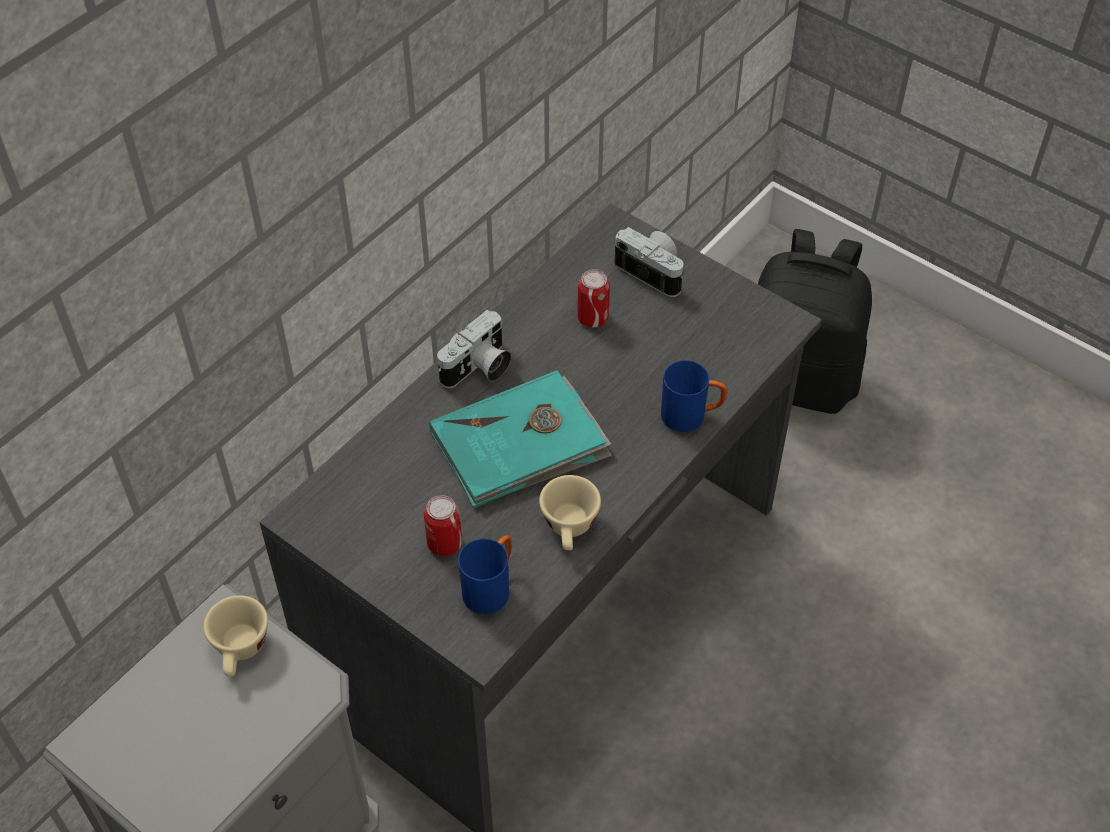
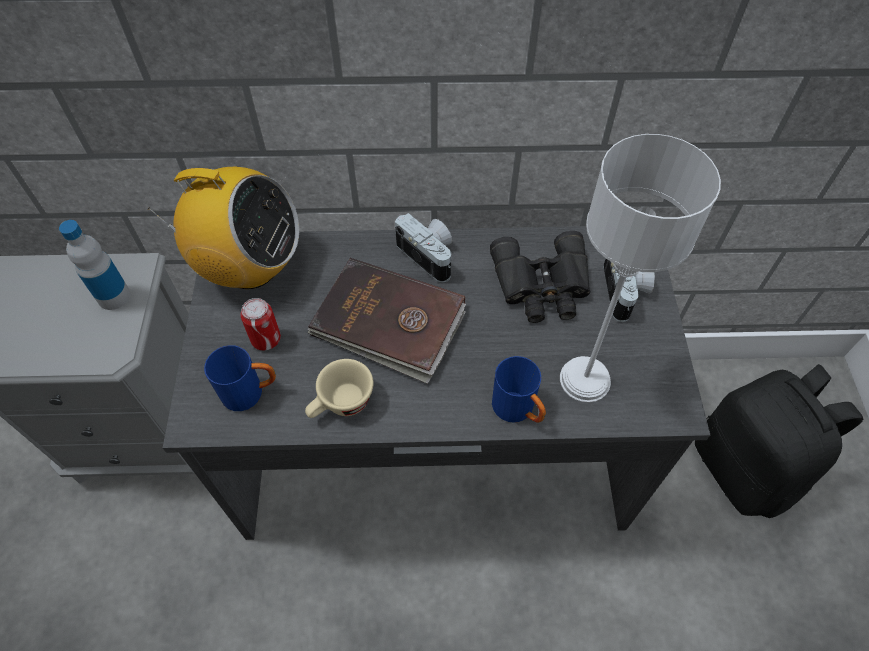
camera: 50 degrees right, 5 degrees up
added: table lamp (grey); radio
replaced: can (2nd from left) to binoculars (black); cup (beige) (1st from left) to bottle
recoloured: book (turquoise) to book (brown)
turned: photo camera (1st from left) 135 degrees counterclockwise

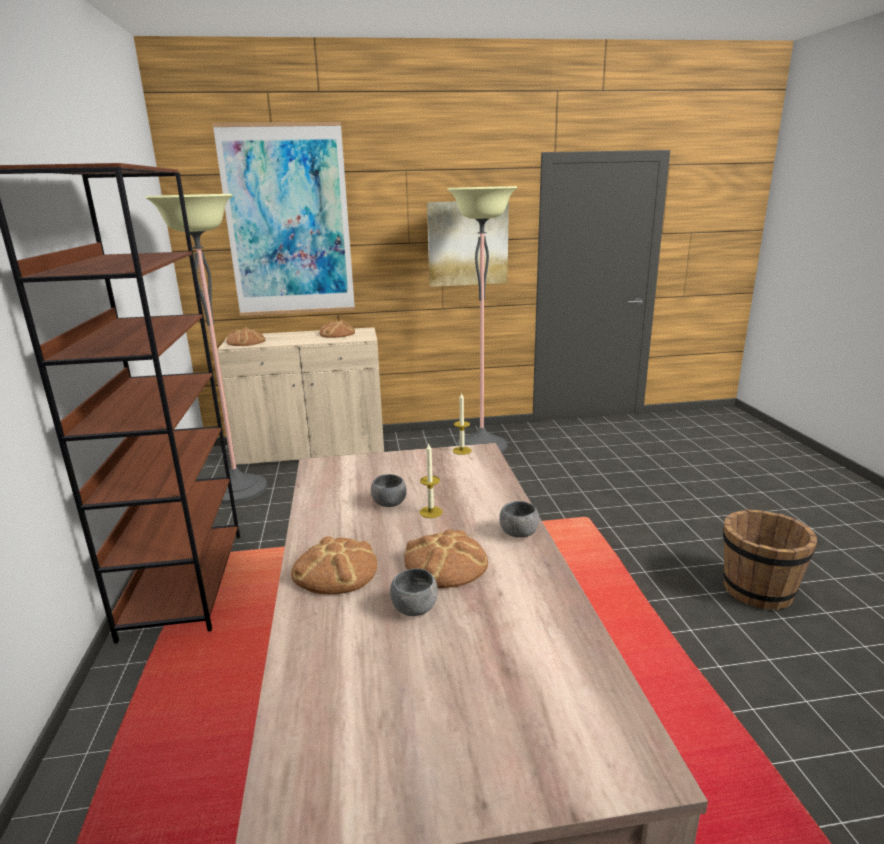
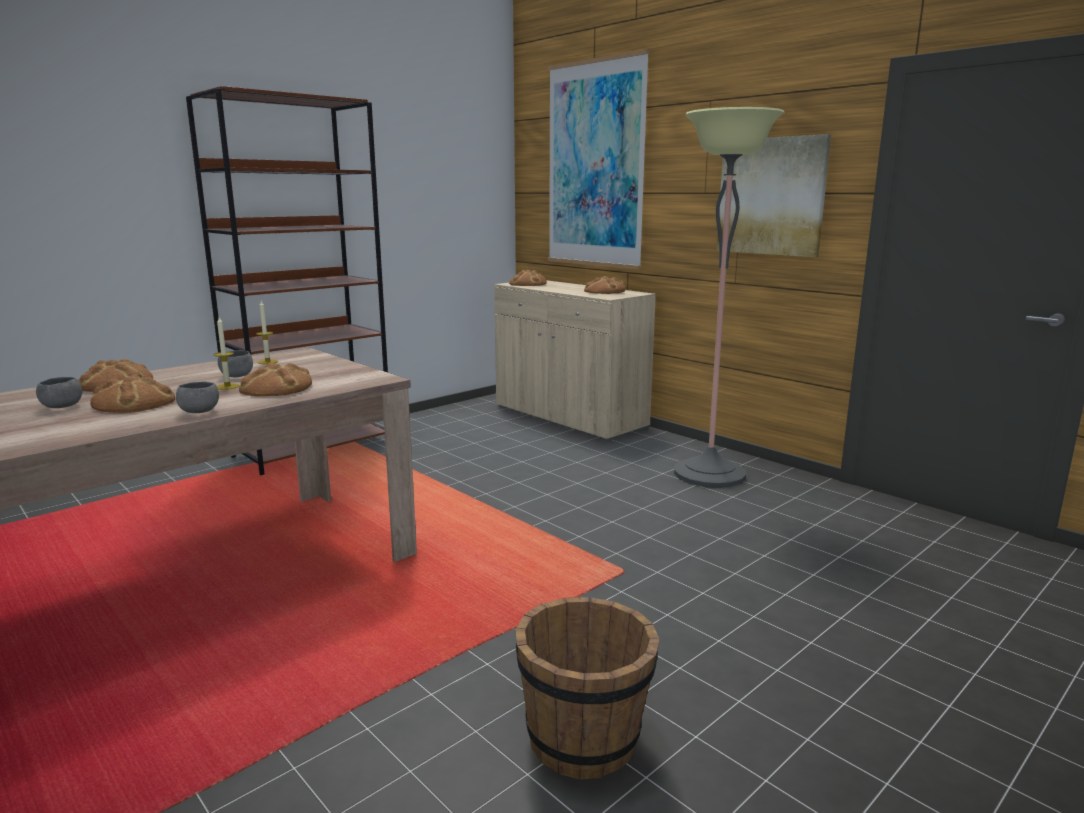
camera: 55 degrees right, 5 degrees down
removed: floor lamp (1st from left)
added: bread (3rd from left)
moved: candle (2nd from left)

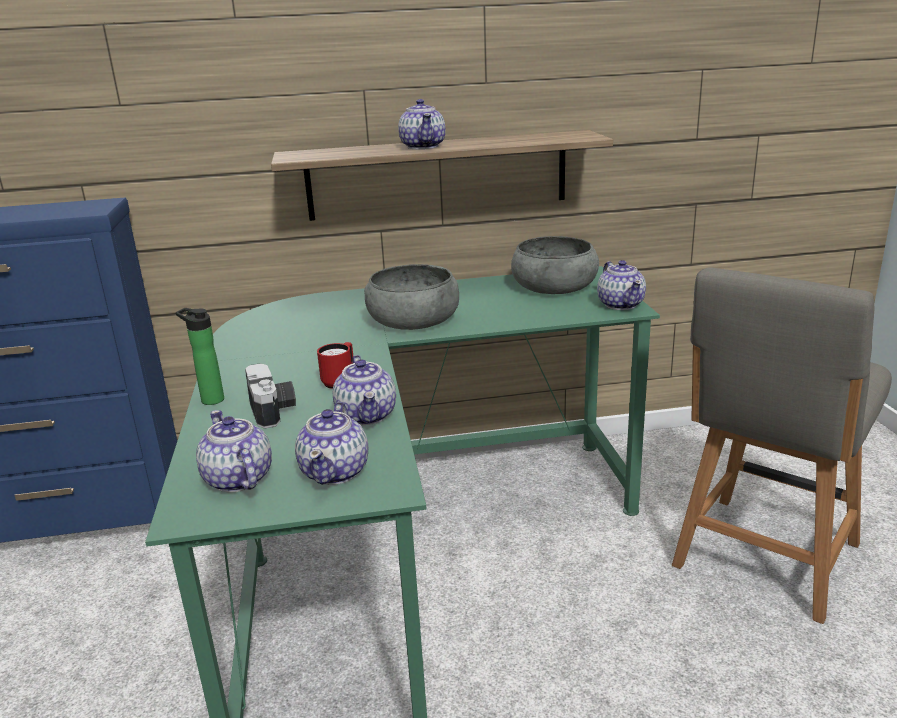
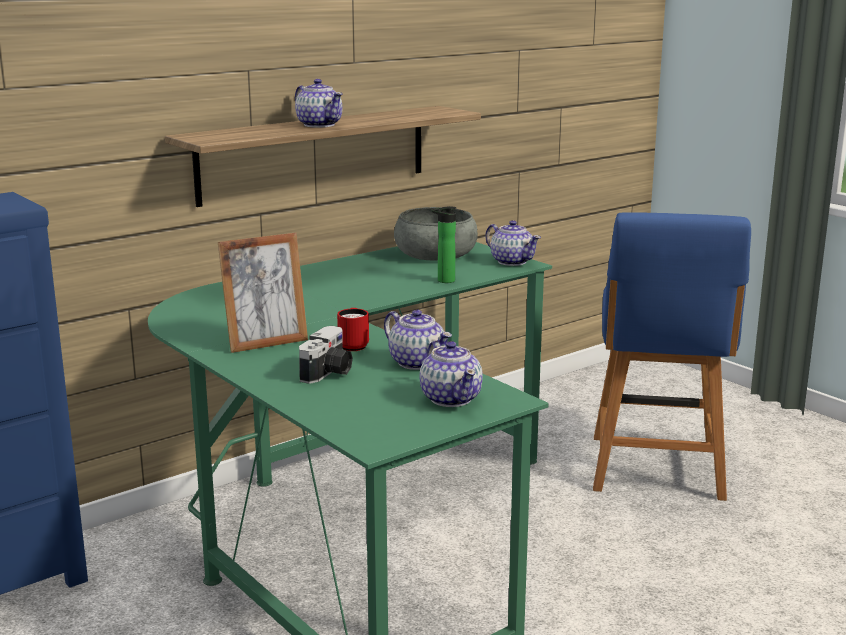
camera: 30 degrees left, 5 degrees down
removed: bowl (grey) (1st from left); teapot (1st from left)
added: picture frame
moved: bottle
recoloured: chair (grey) to chair (blue)
turned: photo camera 75 degrees clockwise

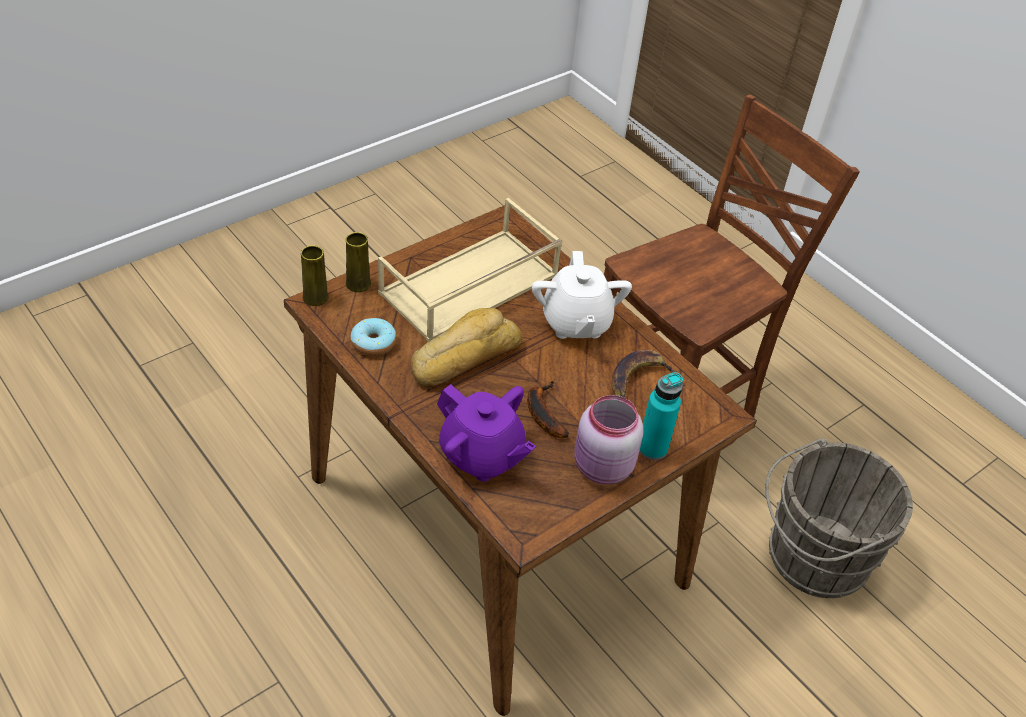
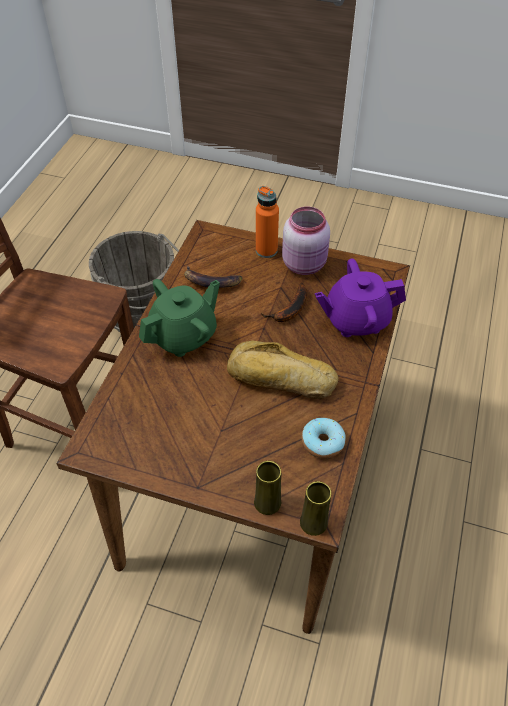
camera: 120 degrees left, 5 degrees up
removed: tray (beige)
recoloured: teapot (white) to teapot (green); bottle (turquoise) to bottle (orange)
turned: teapot (purple) 105 degrees counterclockwise

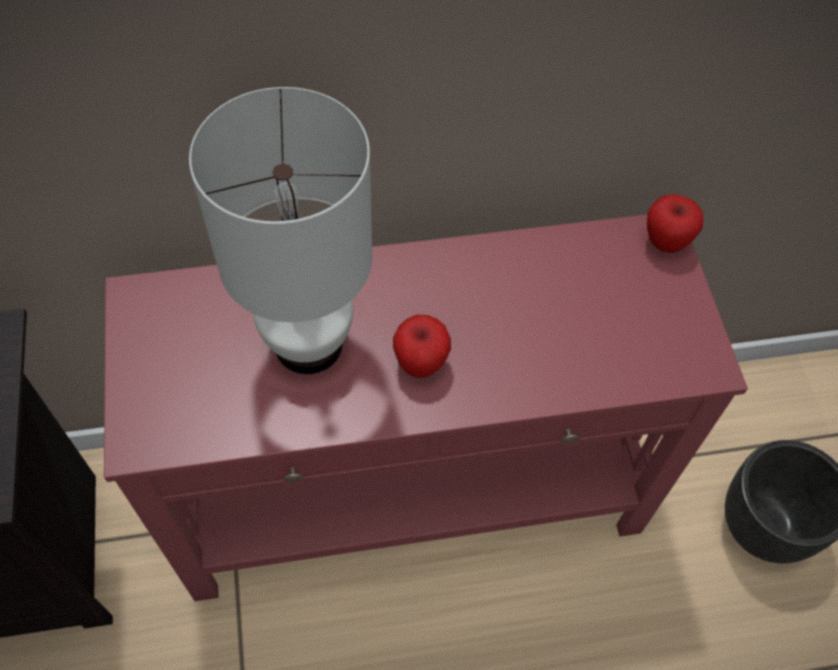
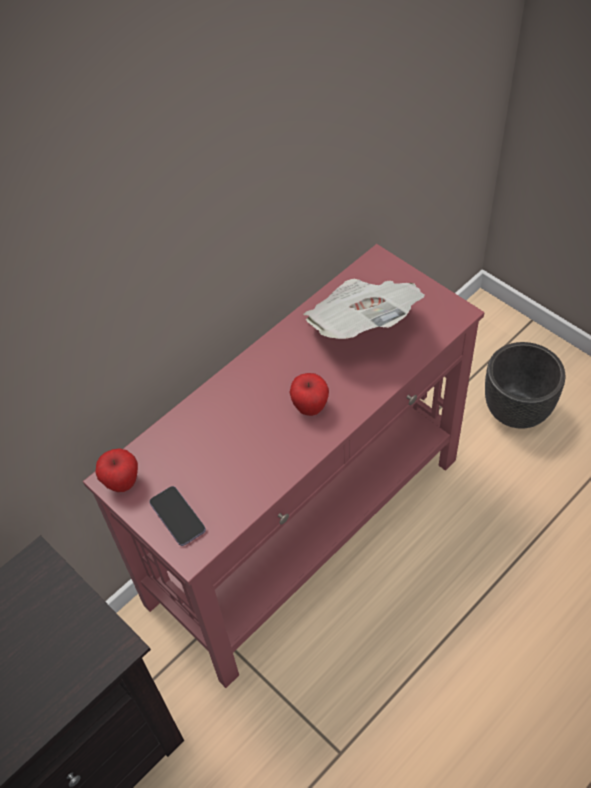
camera: 30 degrees left, 5 degrees down
removed: table lamp (white)
added: newspaper; phone
moved: apple (2nd from left in the first image) to apple (1st from left)

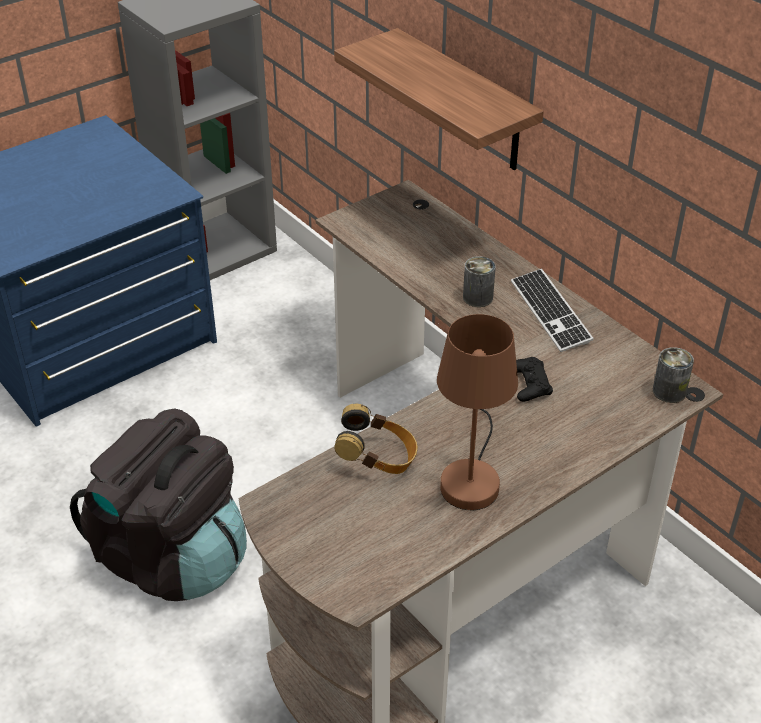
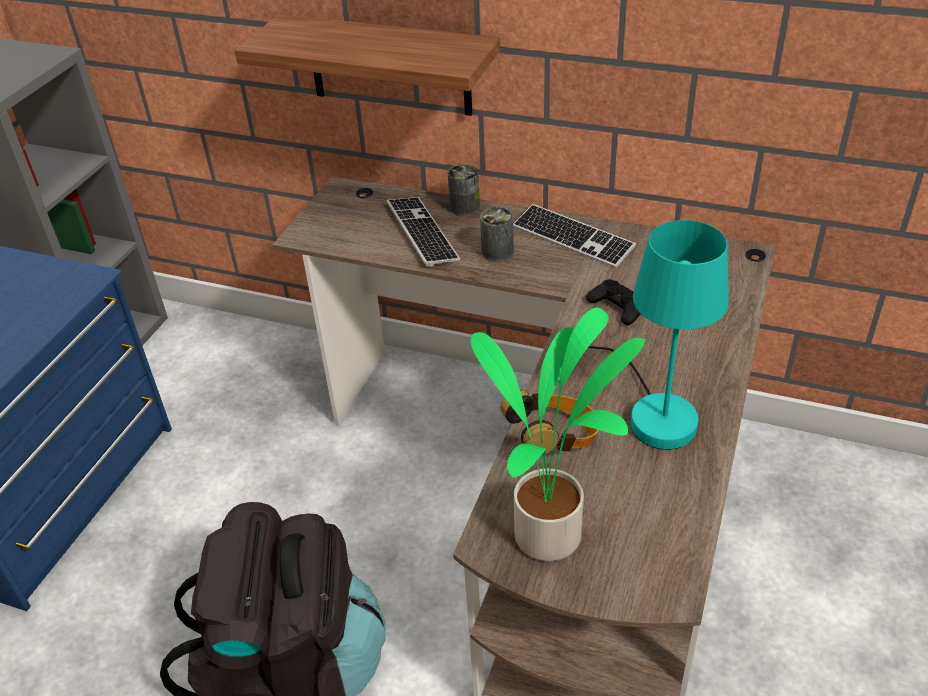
camera: 30 degrees left, 0 degrees up
added: keyboard (1st from left); potted plant
moved: can (2nd from left in the first image) to can (1st from left)
recoloured: table lamp (brown) to table lamp (turquoise)

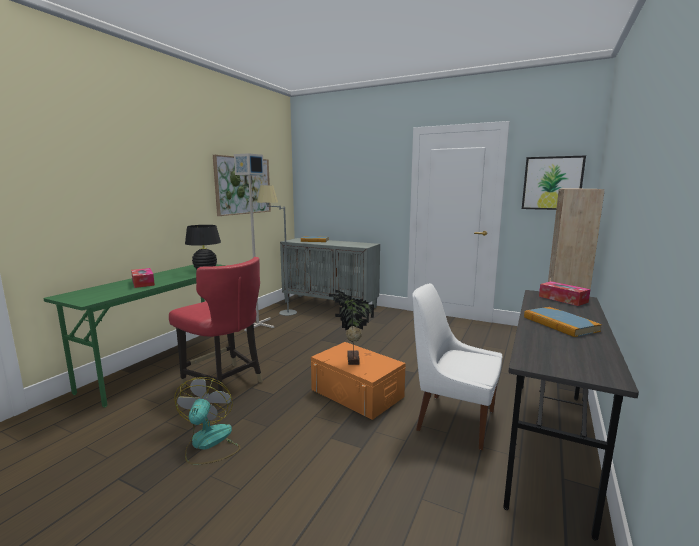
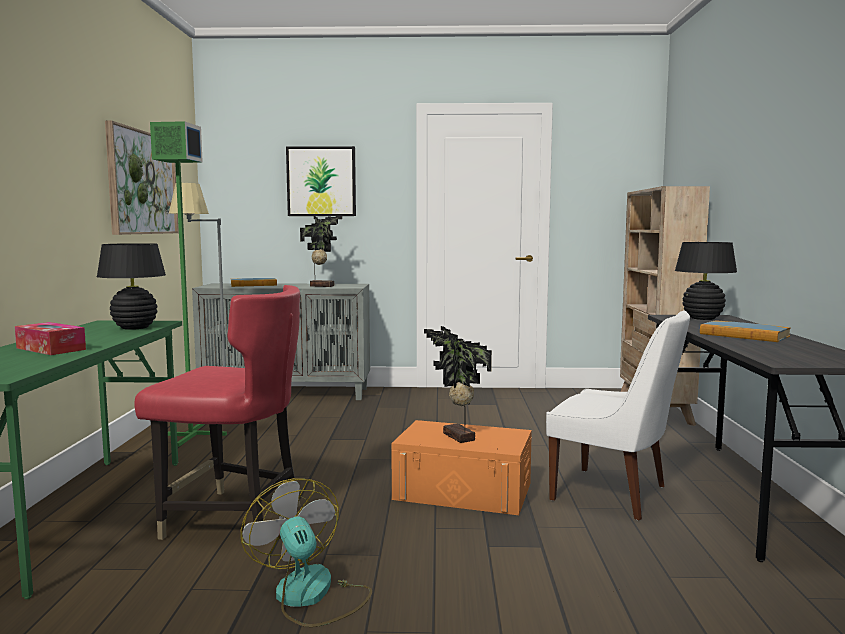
camera: 25 degrees left, 5 degrees down
added: potted plant (1st from left)
moved: picture (2nd from left)
replaced: tissue box (2nd from left) to table lamp (black) (2nd from left)
recoloured: floor lamp (grey) (1st from left) to floor lamp (green)
turned: chair (white) 150 degrees counterclockwise

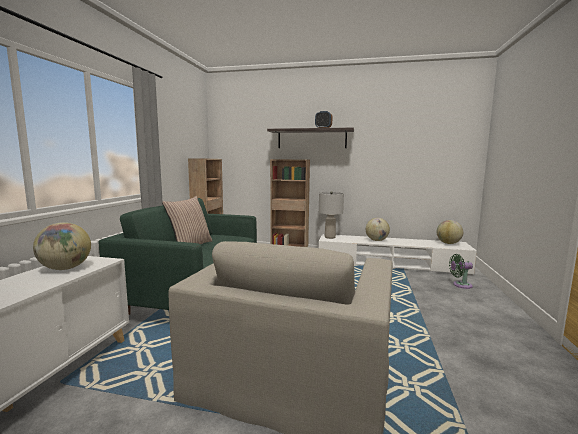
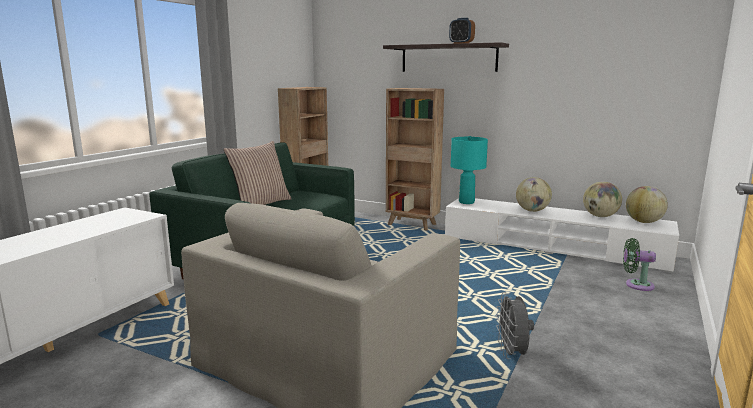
camera: 15 degrees right, 5 degrees up
added: fan (grey)
moved: globe (1st from left in the first image) to globe (2nd from left)
recoloured: table lamp (grey) to table lamp (turquoise)

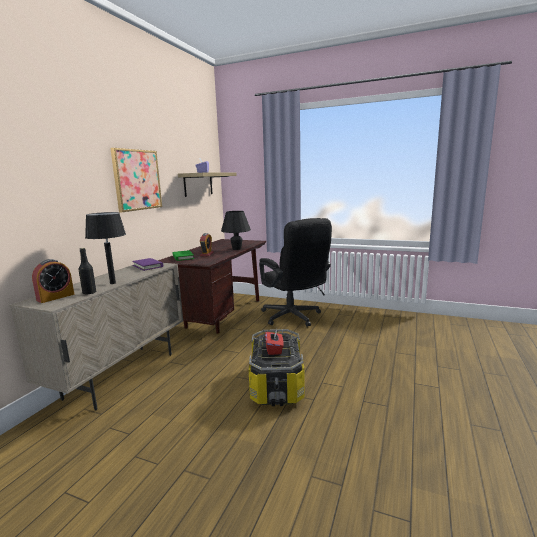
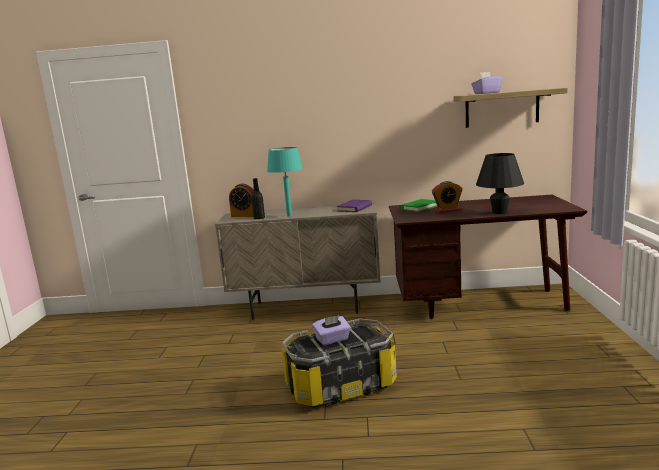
camera: 70 degrees right, 0 degrees up
removed: picture; office chair (black)
recoloured: table lamp (black) (1st from left) to table lamp (turquoise); tissue box (red) to tissue box (purple) (1st from left)

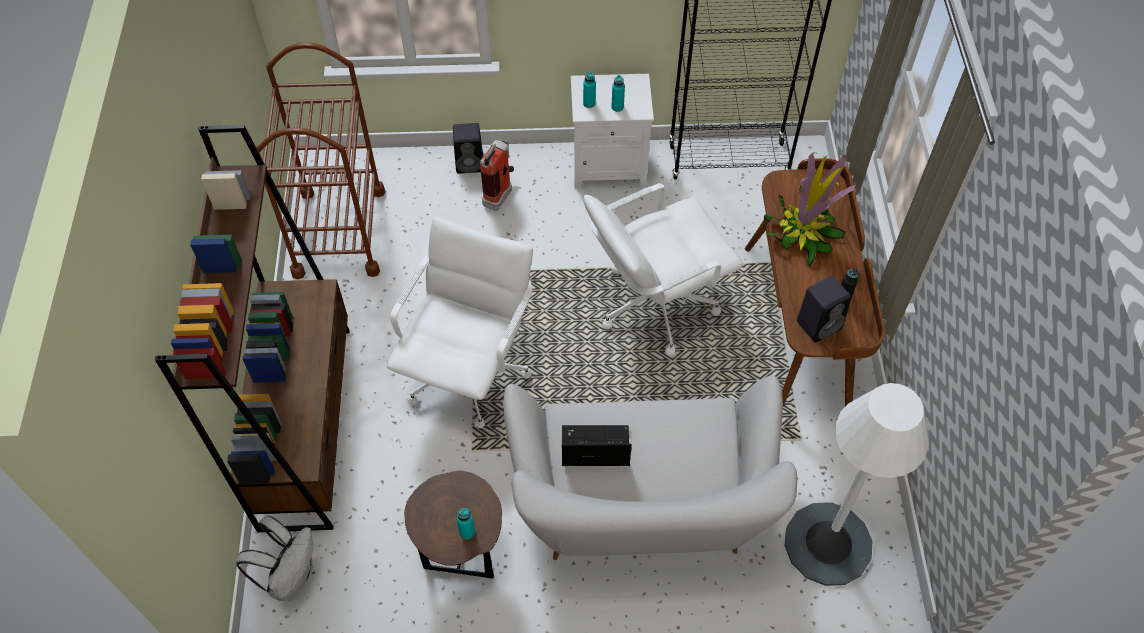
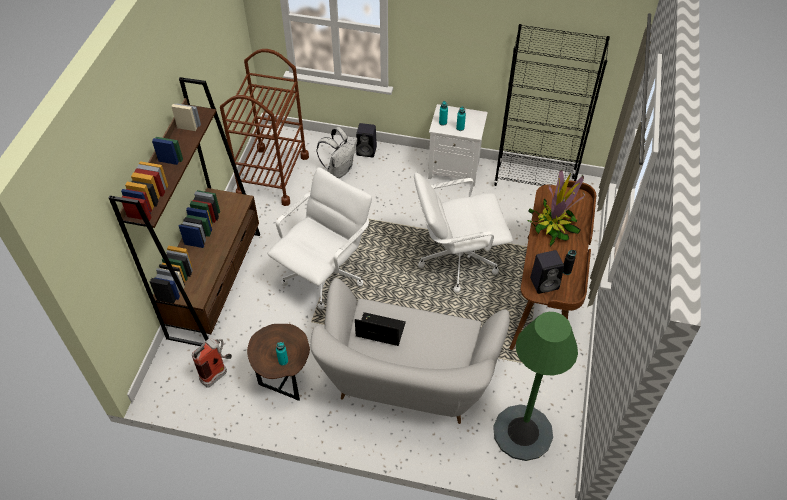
camera: 15 degrees right, 5 degrees down
moved: fire extinguisher; backpack (white)
recoloured: floor lamp (white) to floor lamp (green)

